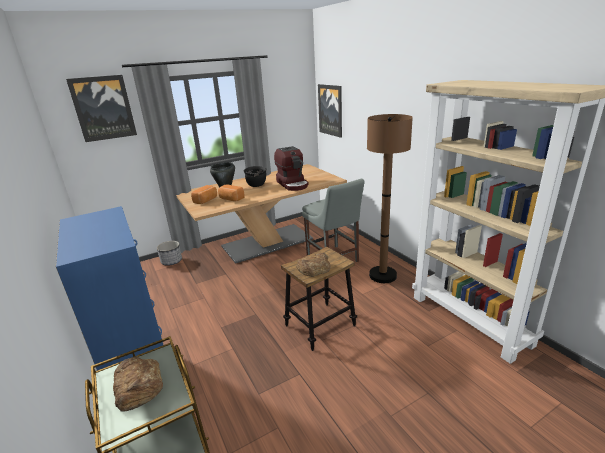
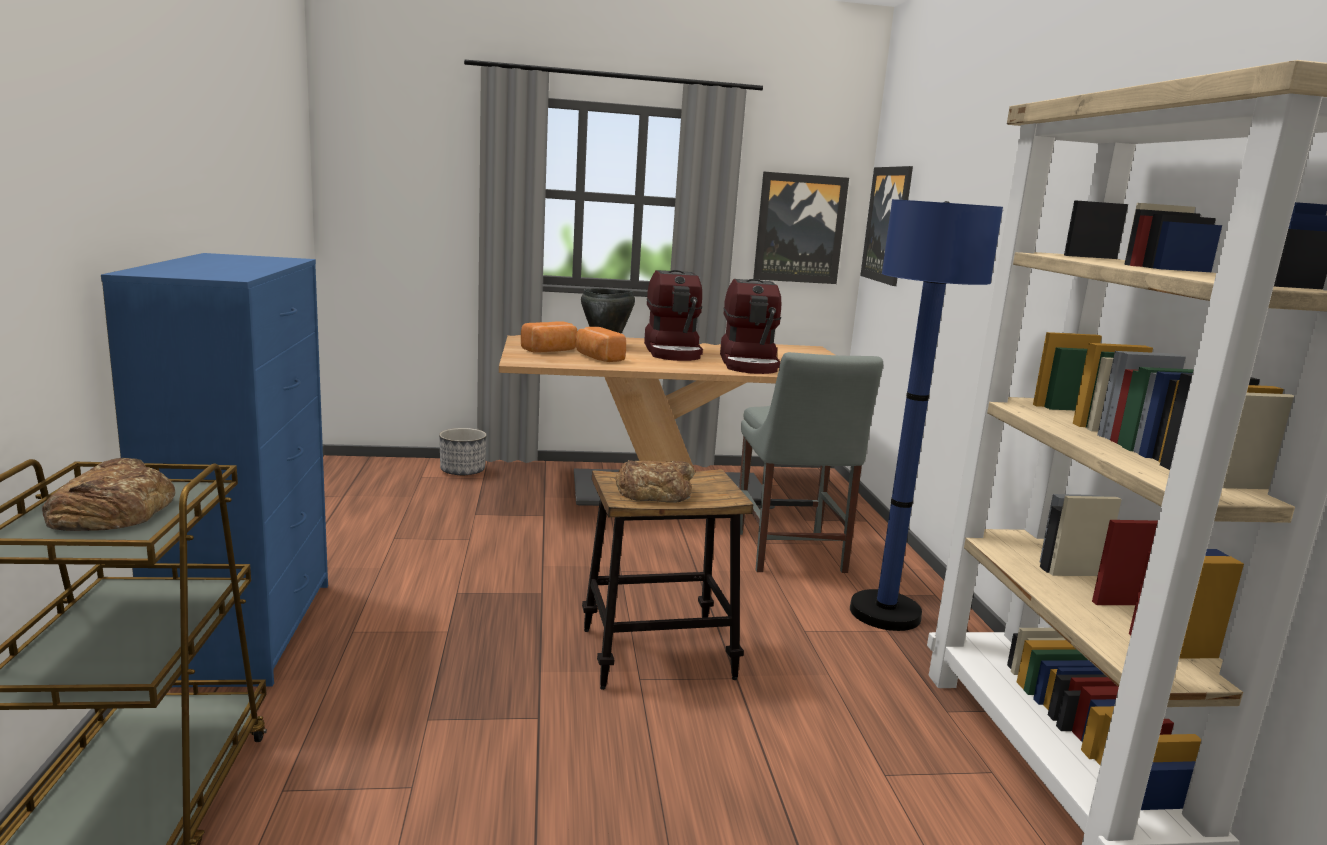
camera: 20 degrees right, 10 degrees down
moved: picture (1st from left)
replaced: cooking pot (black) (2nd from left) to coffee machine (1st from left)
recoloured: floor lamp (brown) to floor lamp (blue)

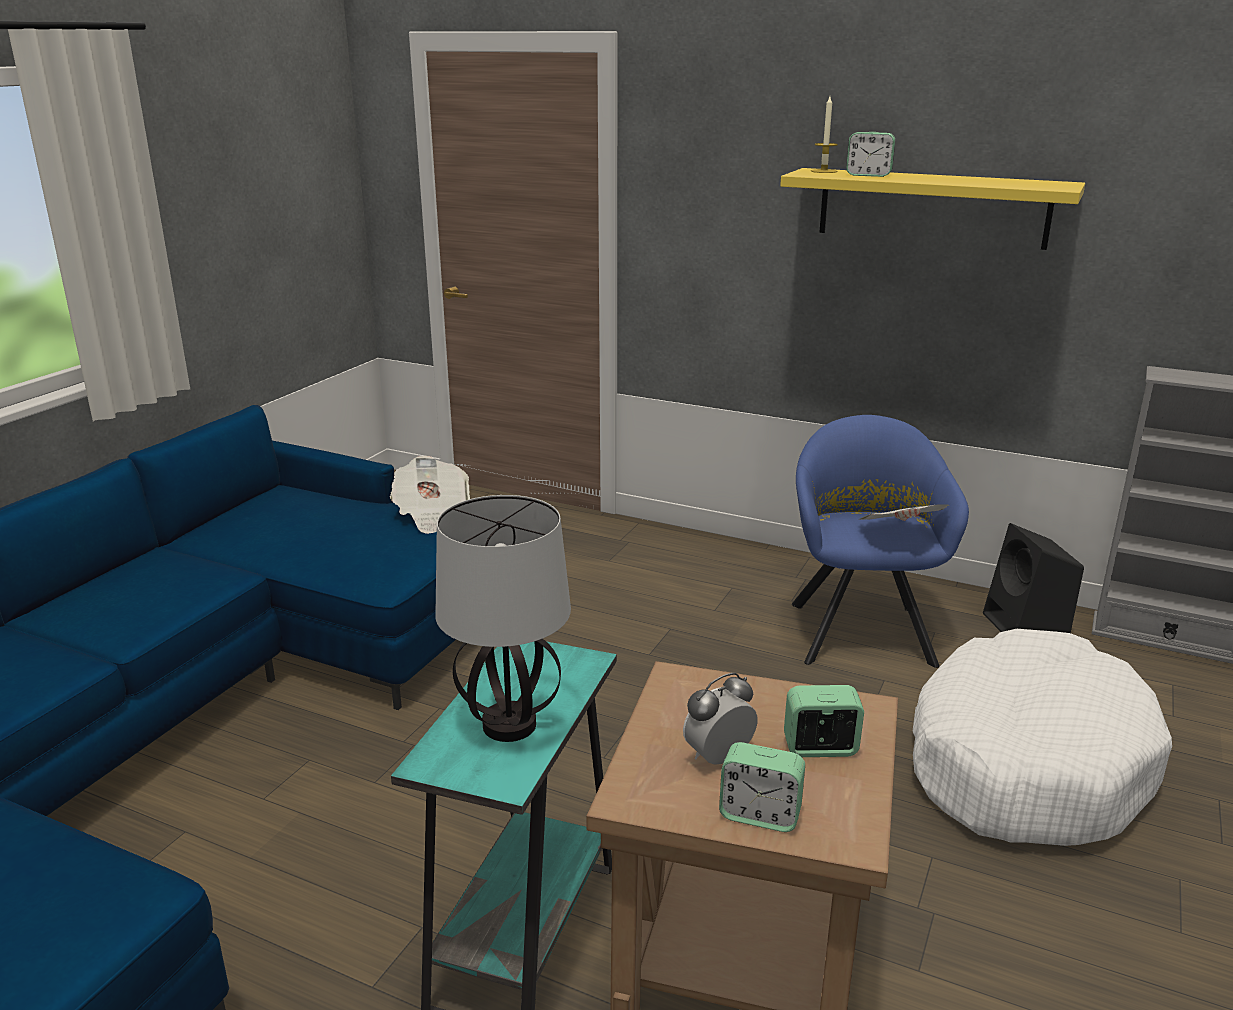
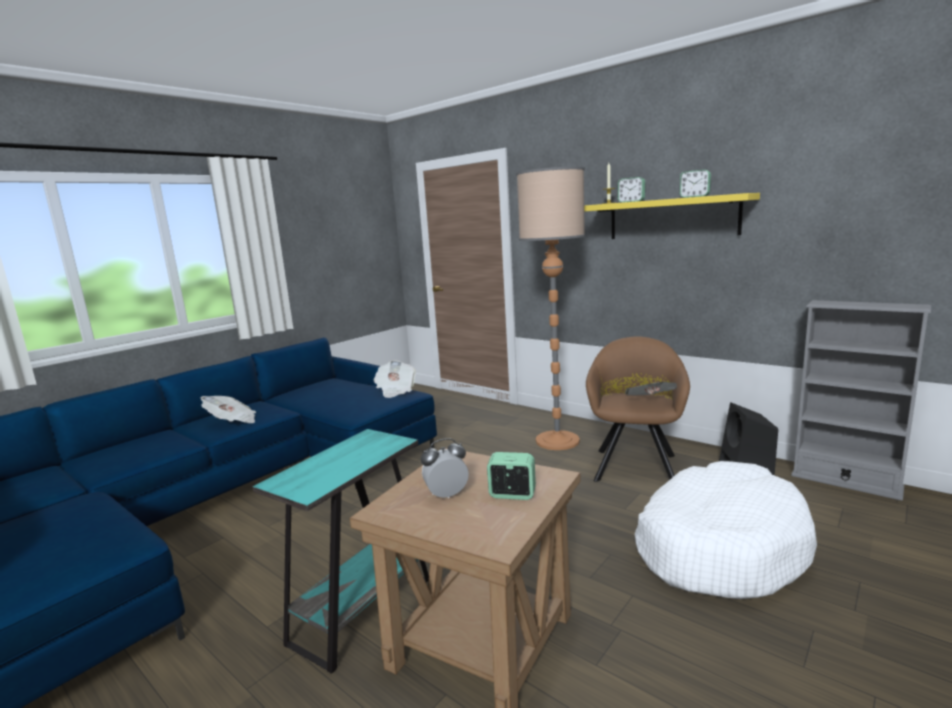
camera: 15 degrees right, 10 degrees down
removed: table lamp
added: floor lamp; newspaper (1st from left)
moved: alarm clock (2nd from left in the first image) to alarm clock (4th from left)
recoloured: armchair (blue) to armchair (brown)

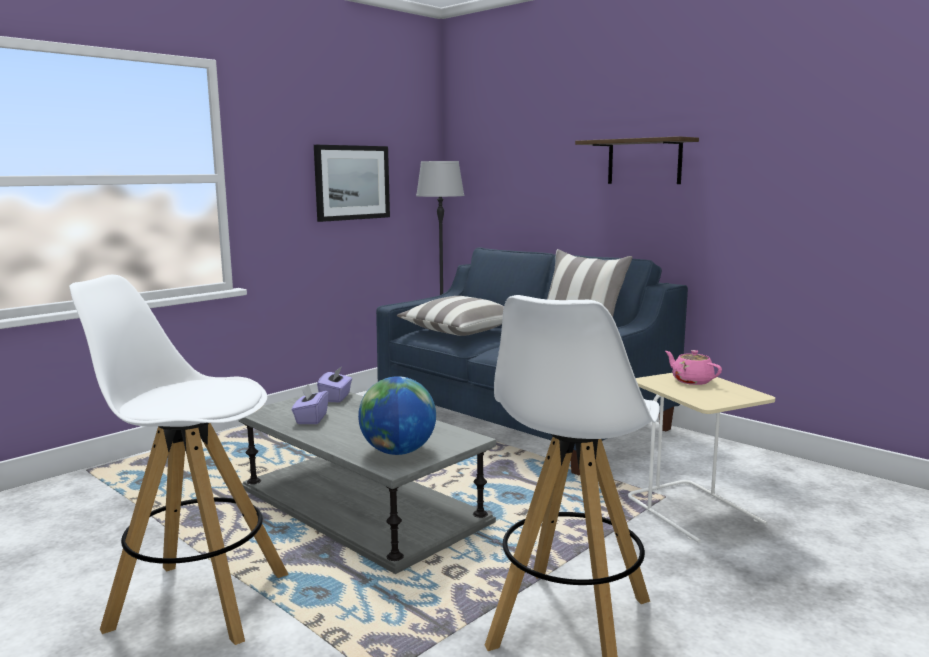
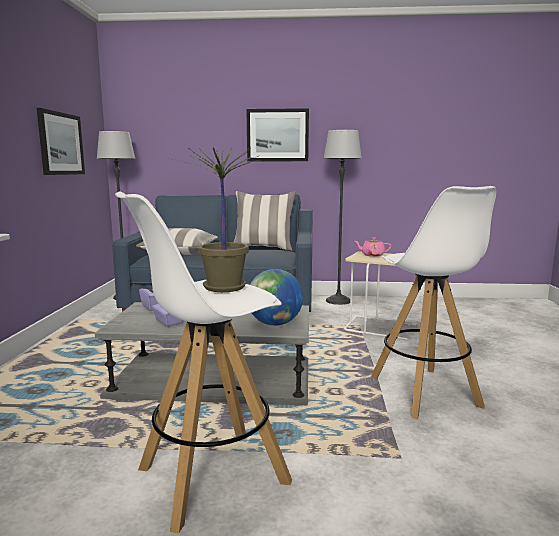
camera: 40 degrees left, 0 degrees up
added: floor lamp (2nd from left); potted plant
replaced: shelf to picture (2nd from left)

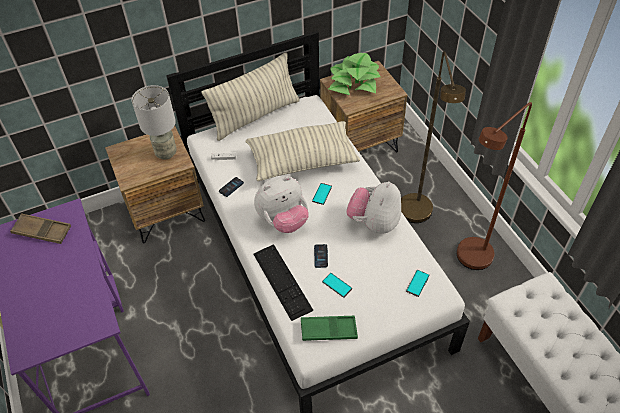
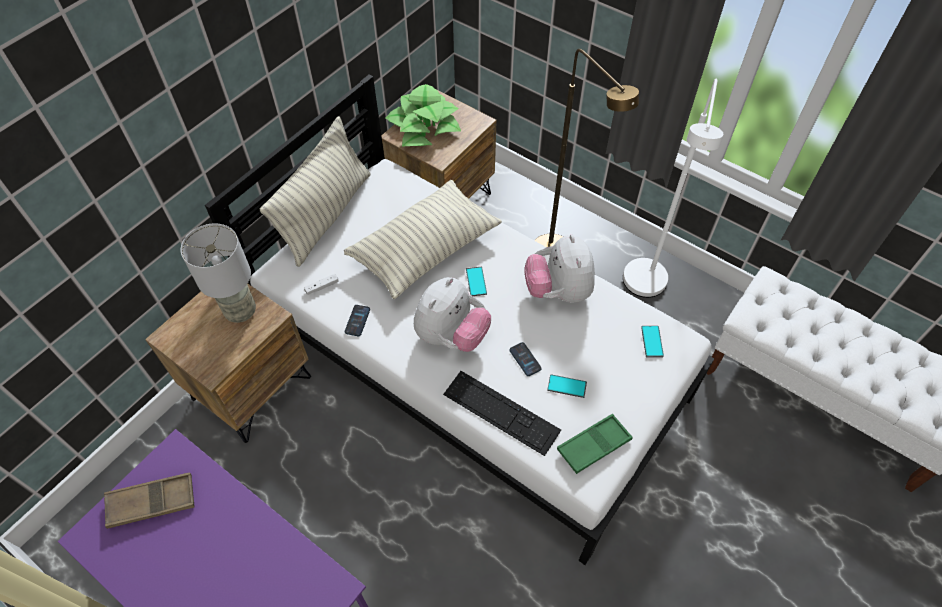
camera: 30 degrees left, 5 degrees up
recoloured: floor lamp (brown) (2nd from left) to floor lamp (white)

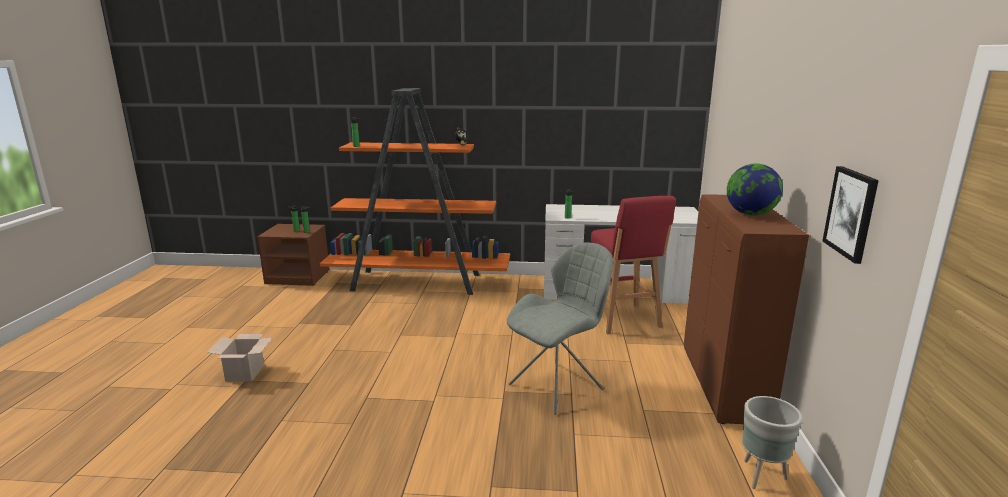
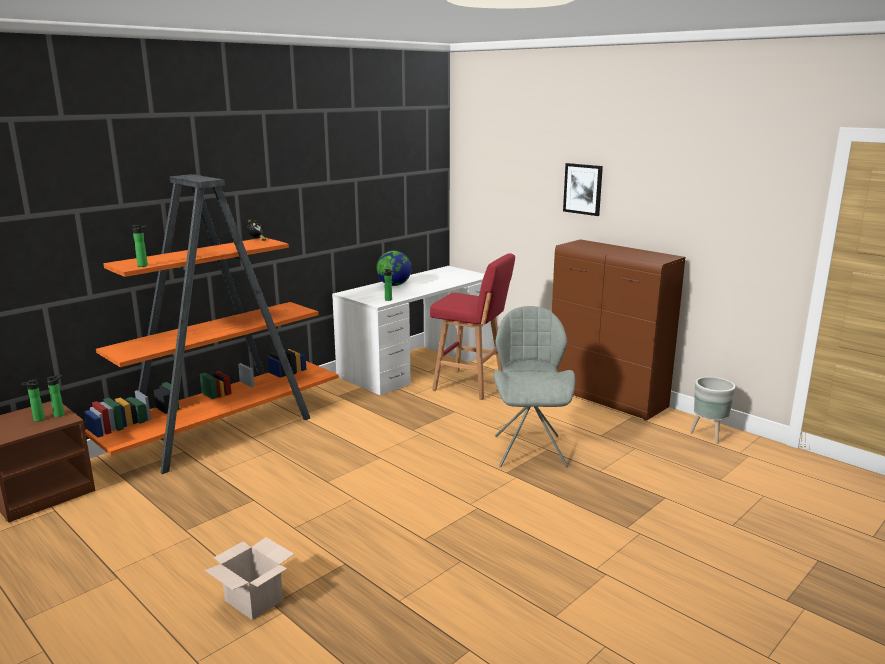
camera: 50 degrees left, 0 degrees up
moved: globe; picture

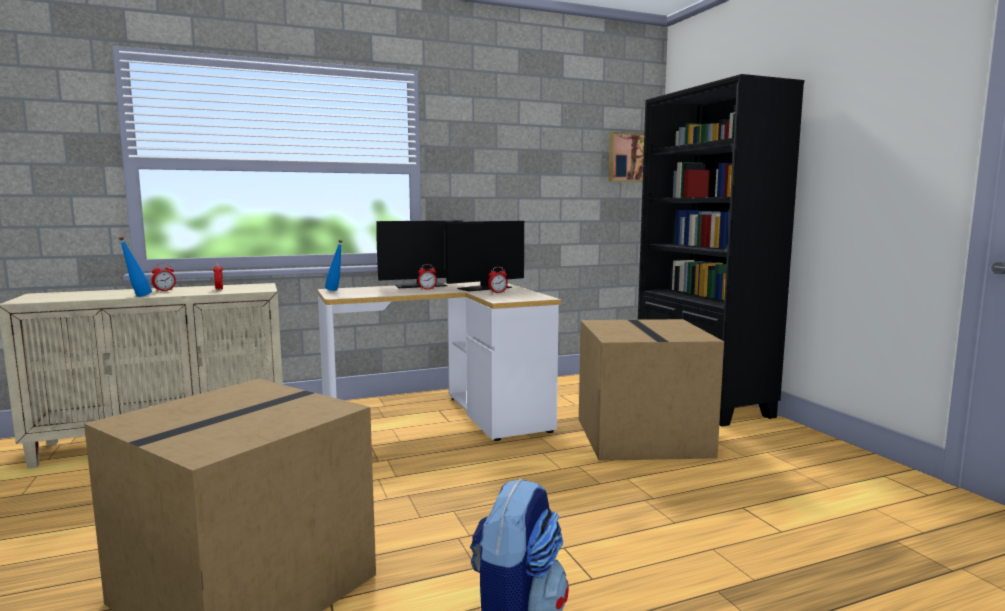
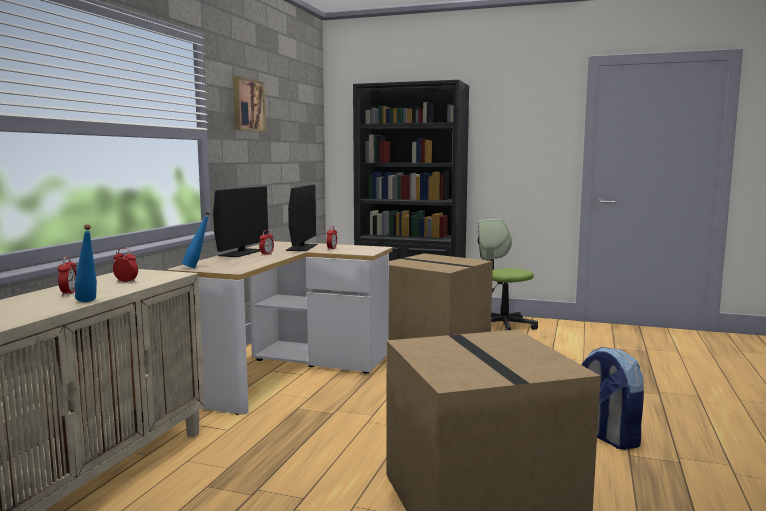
camera: 50 degrees left, 0 degrees up
added: office chair
moved: picture

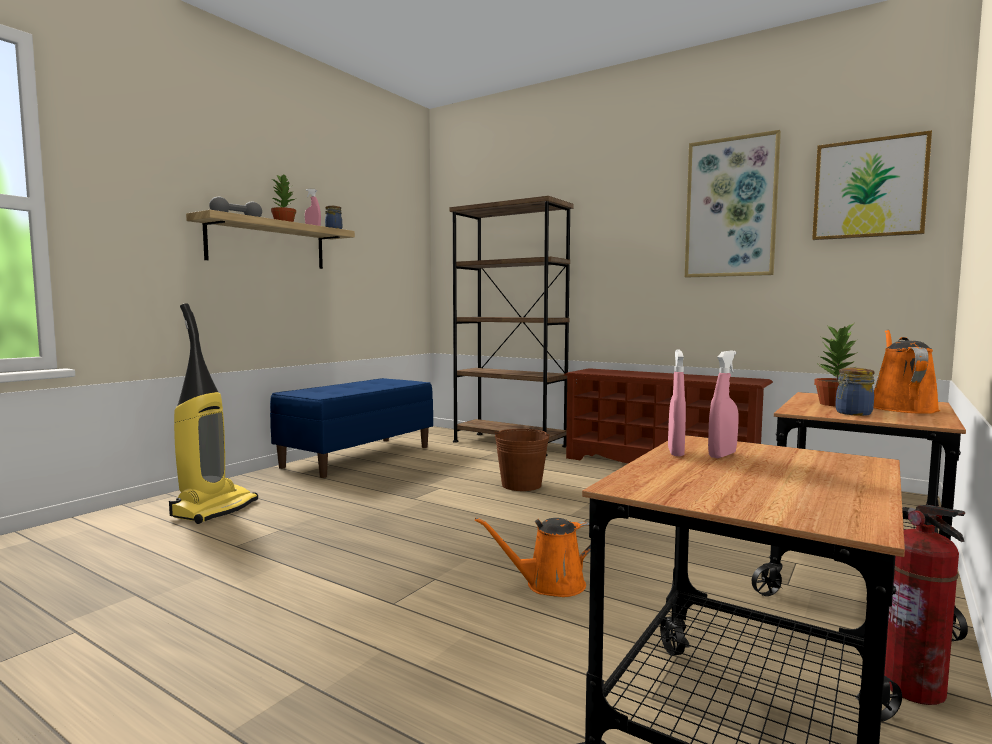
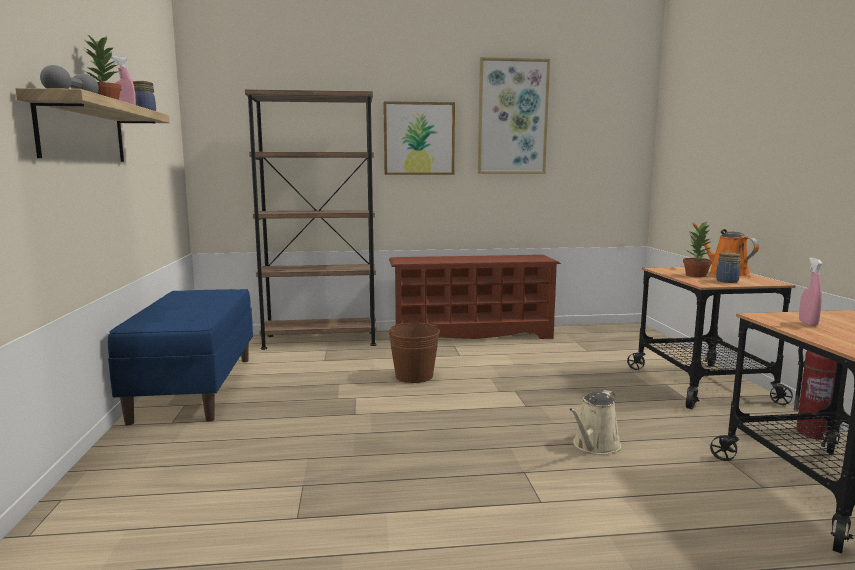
camera: 40 degrees left, 5 degrees up
removed: vacuum cleaner; spray bottle (pink) (2nd from left)
moved: picture (2nd from left in the first image) to picture (1st from left)
recoloured: watering can (orange) (1st from left) to watering can (beige)

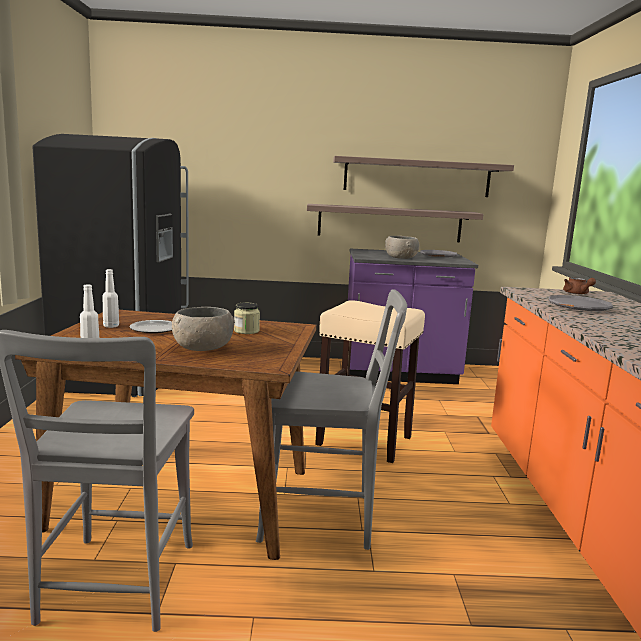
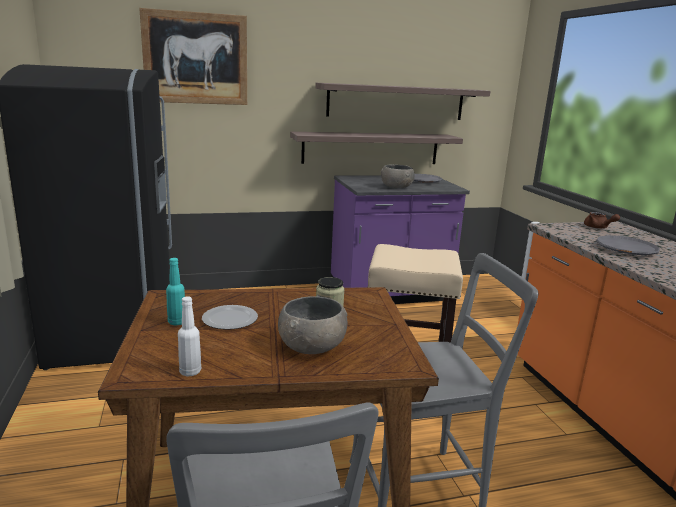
camera: 15 degrees left, 5 degrees up
added: picture
recoloured: bottle (white) (2nd from left) to bottle (turquoise)

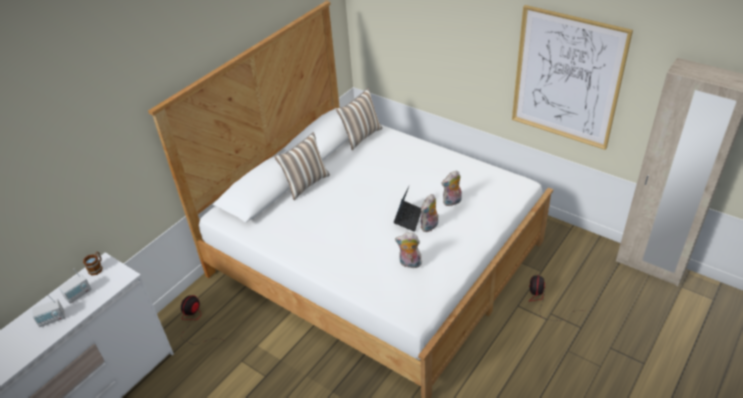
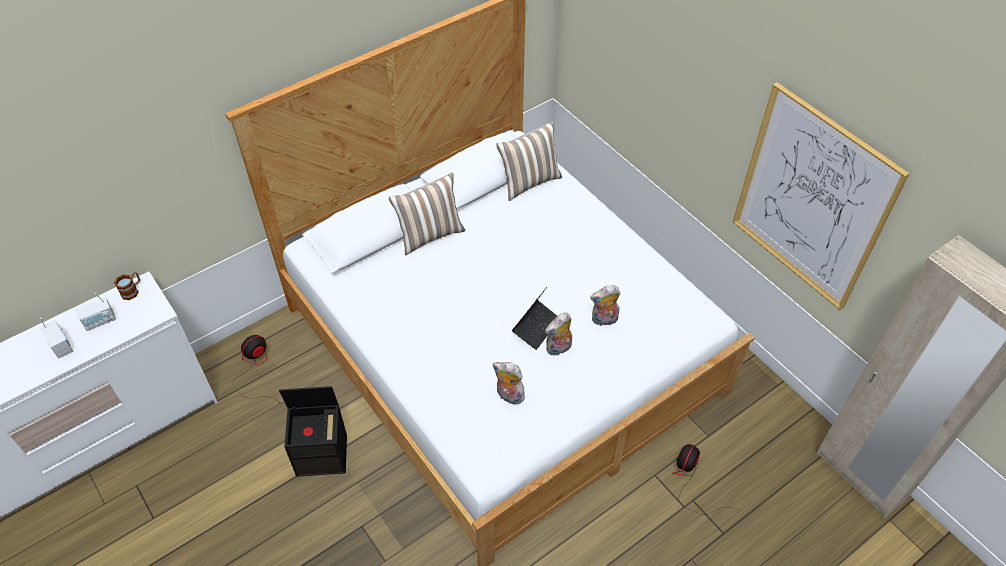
camera: 15 degrees right, 10 degrees up
added: storage box (black)
turned: radio (1st from left) 120 degrees counterclockwise

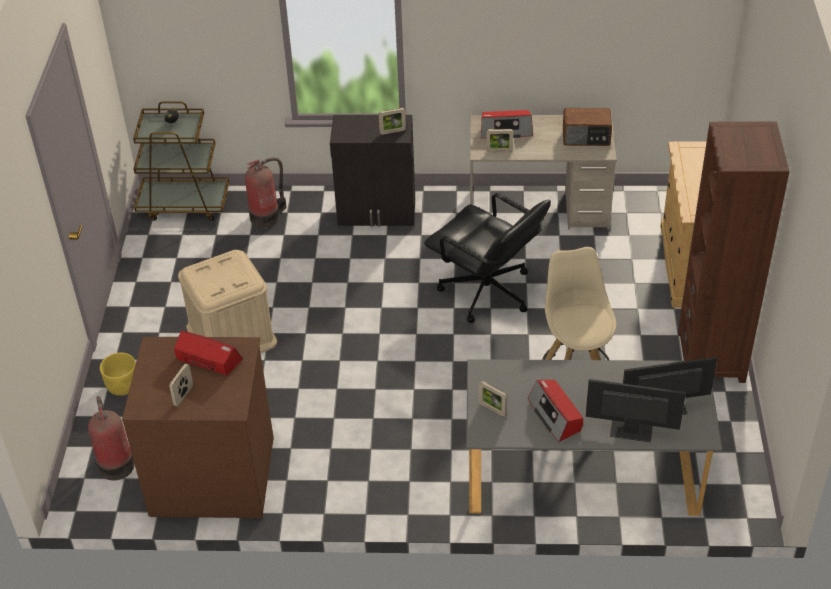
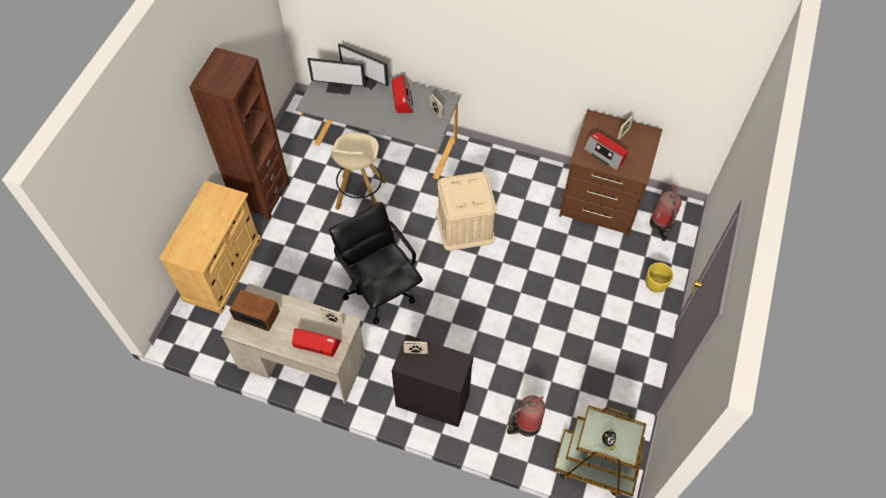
camera: 165 degrees left, 15 degrees up
moved: storage box (beige)

